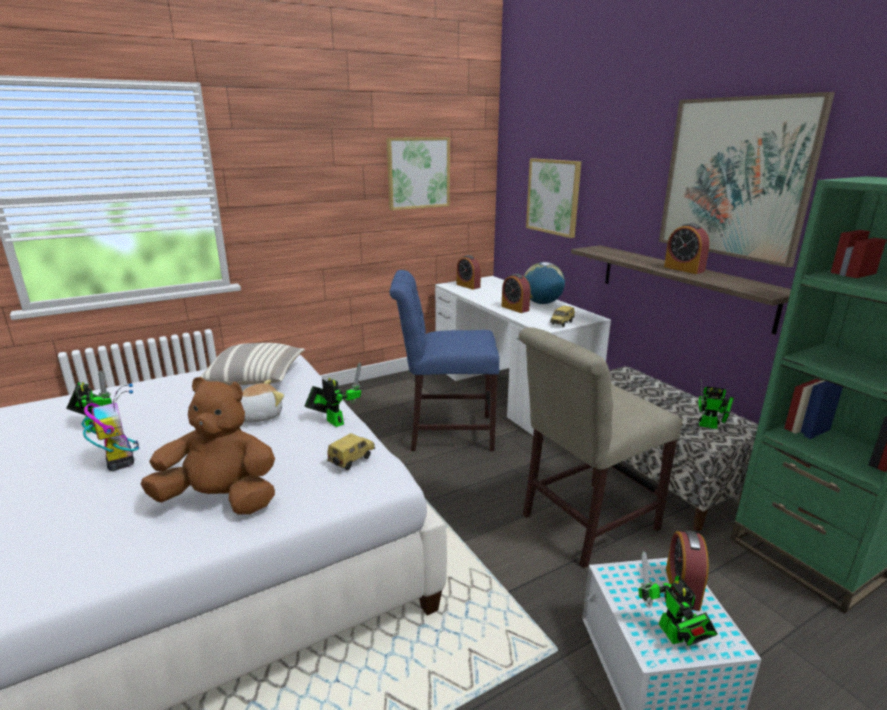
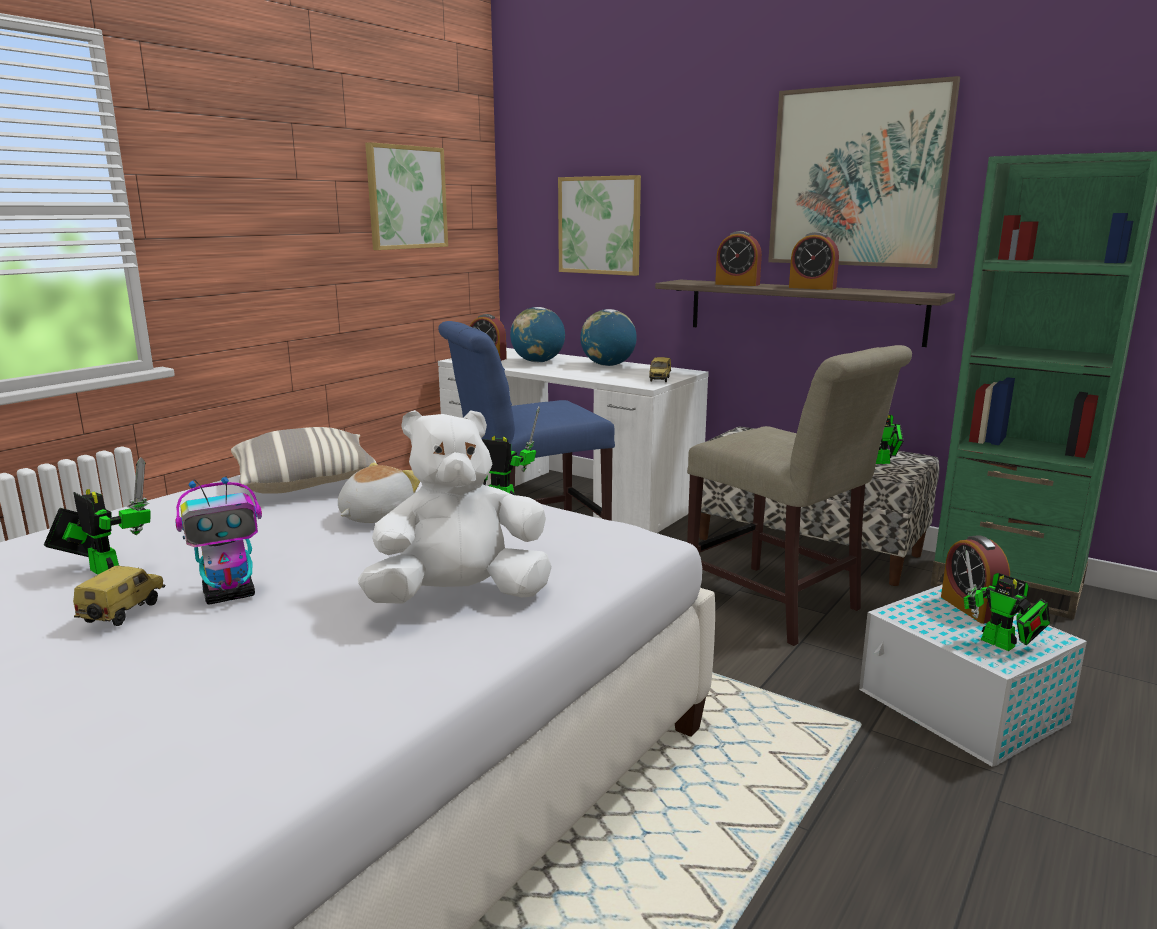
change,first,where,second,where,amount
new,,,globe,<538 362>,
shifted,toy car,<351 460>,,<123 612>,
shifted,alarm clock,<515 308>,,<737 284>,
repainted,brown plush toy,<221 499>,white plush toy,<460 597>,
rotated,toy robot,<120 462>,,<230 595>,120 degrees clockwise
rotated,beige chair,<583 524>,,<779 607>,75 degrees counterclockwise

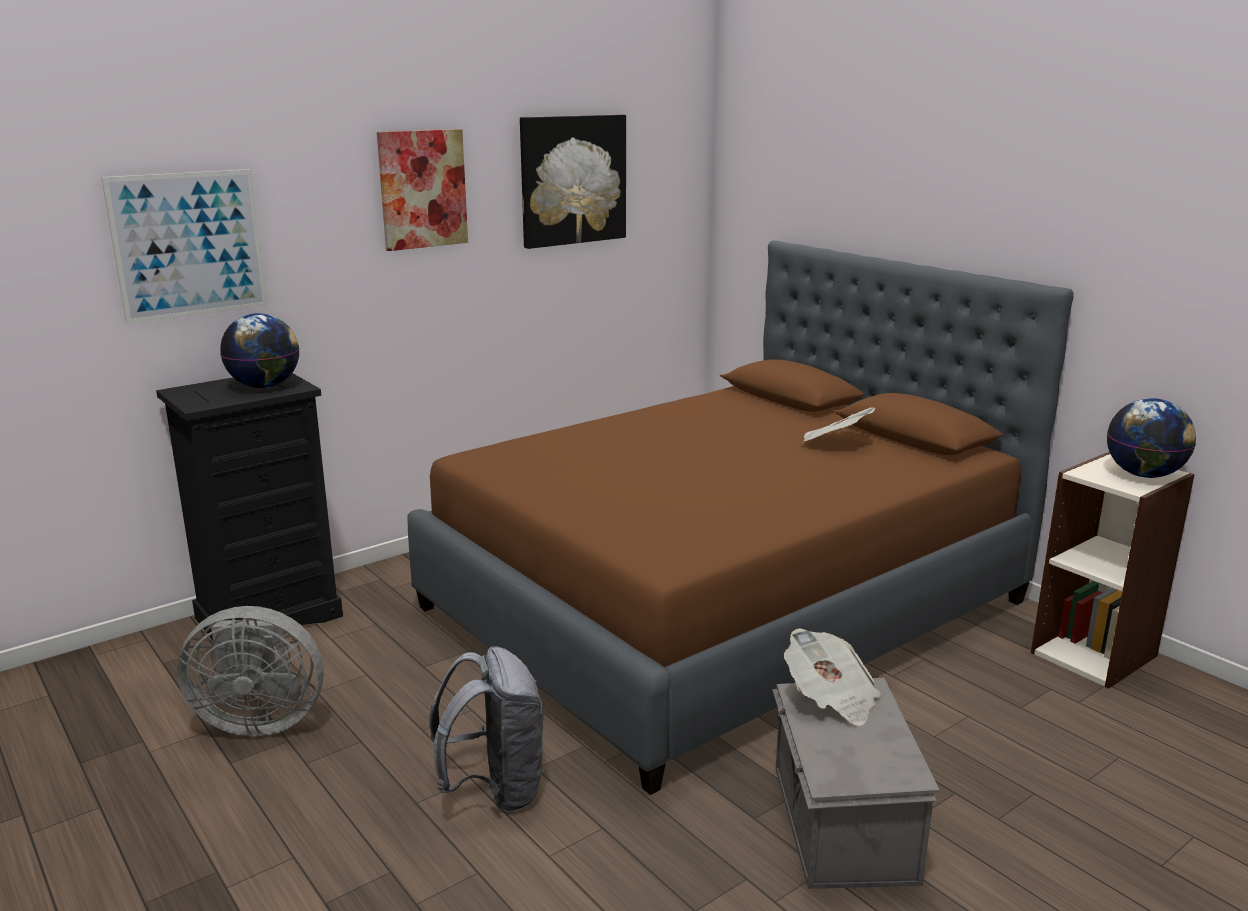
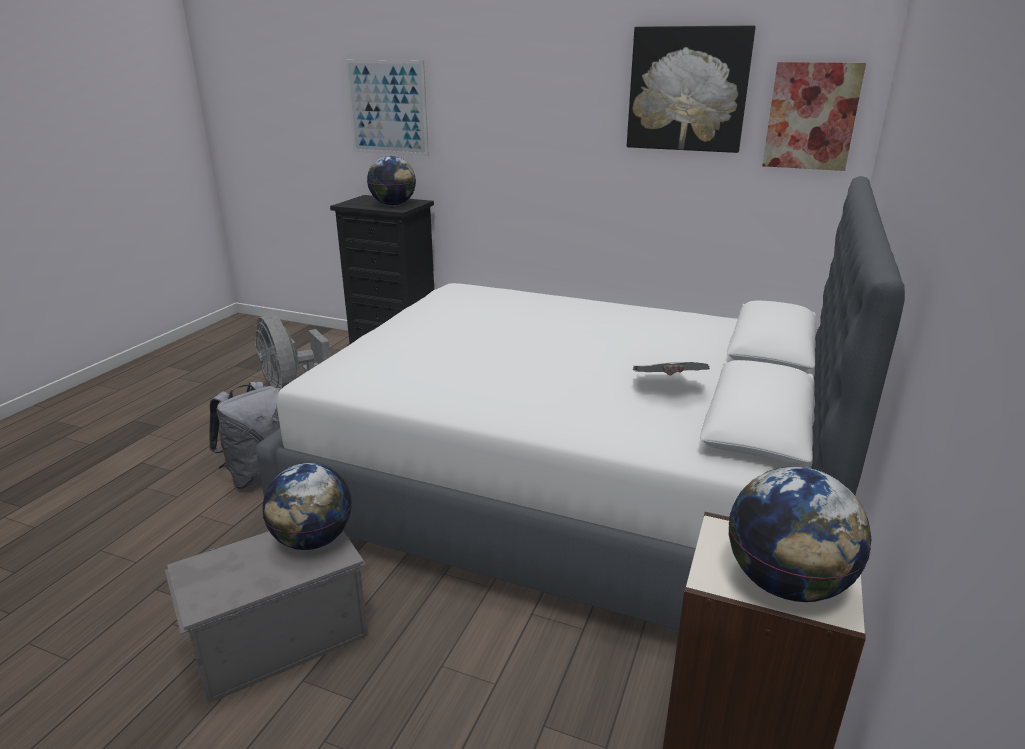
change,first,where,second,where,amount
shifted,picture,<422 189>,,<811 116>,
swapped,newspaper,<831 699>,globe,<312 540>,
repainted,brown bed,<724 604>,white bed,<568 489>,

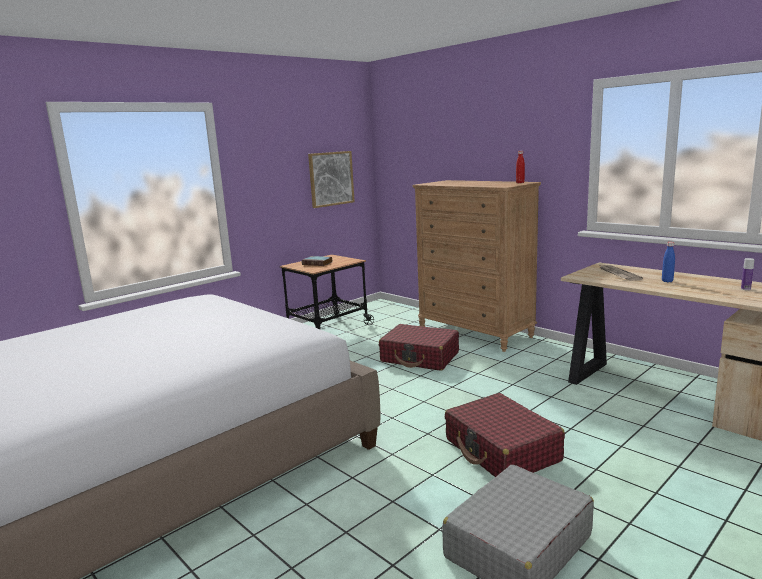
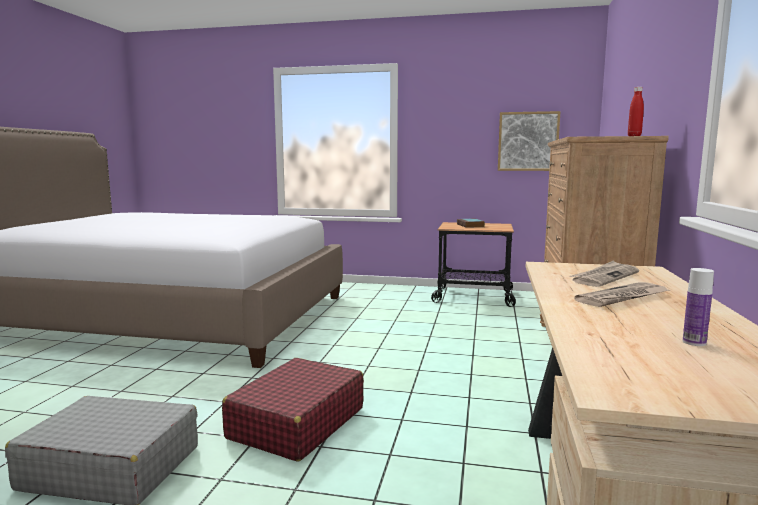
change,first,where,second,where,amount
gone,red suitcase,<420 357>,,,
swapped,blue bottle,<667 281>,newspaper,<623 298>,

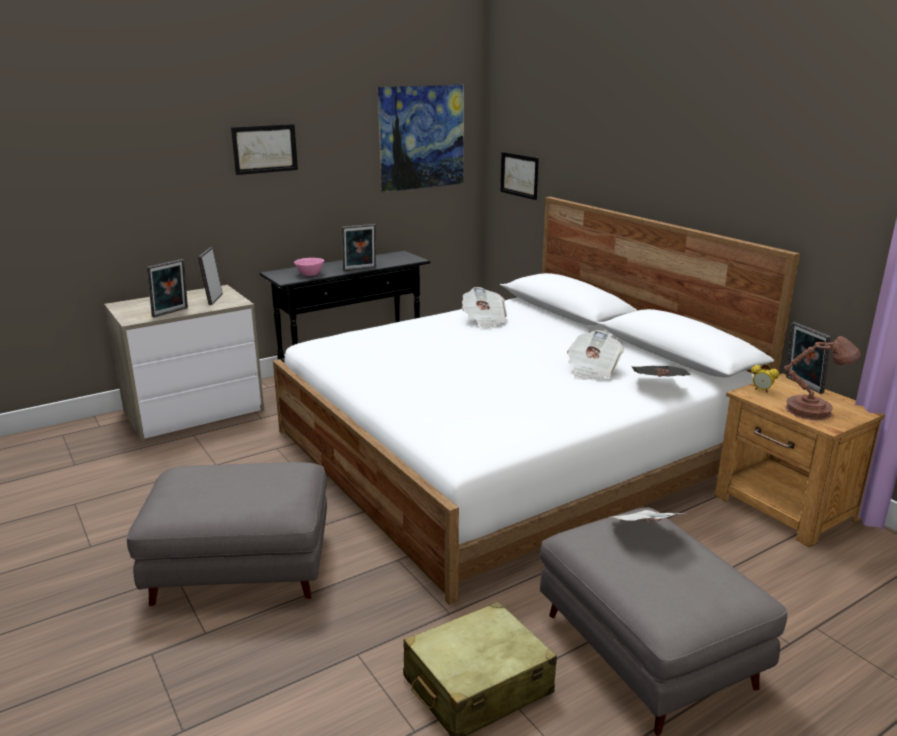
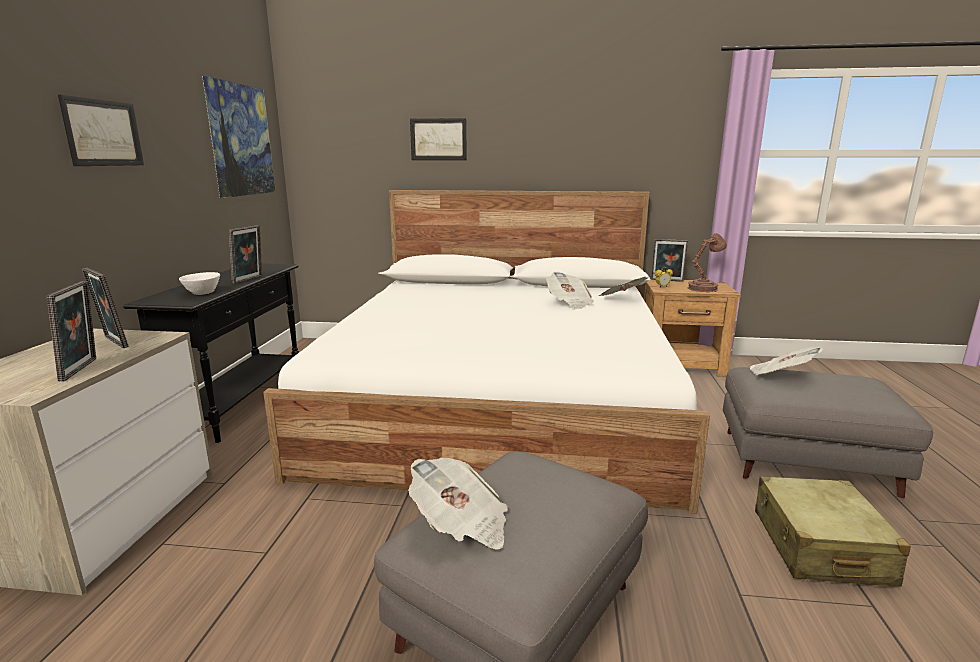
change,first,where,second,where,amount
shifted,newspaper,<484 320>,,<461 525>,
shifted,picture,<519 175>,,<438 139>,
repainted,pink bowl,<309 274>,white bowl,<201 293>,

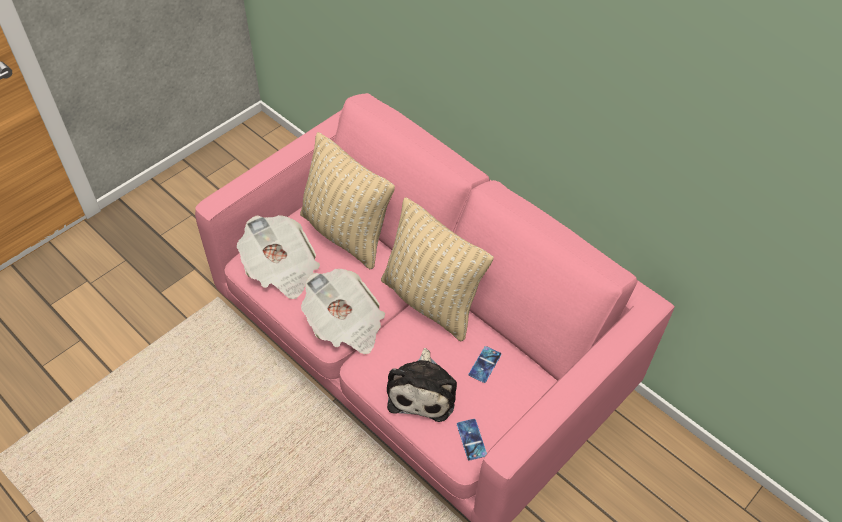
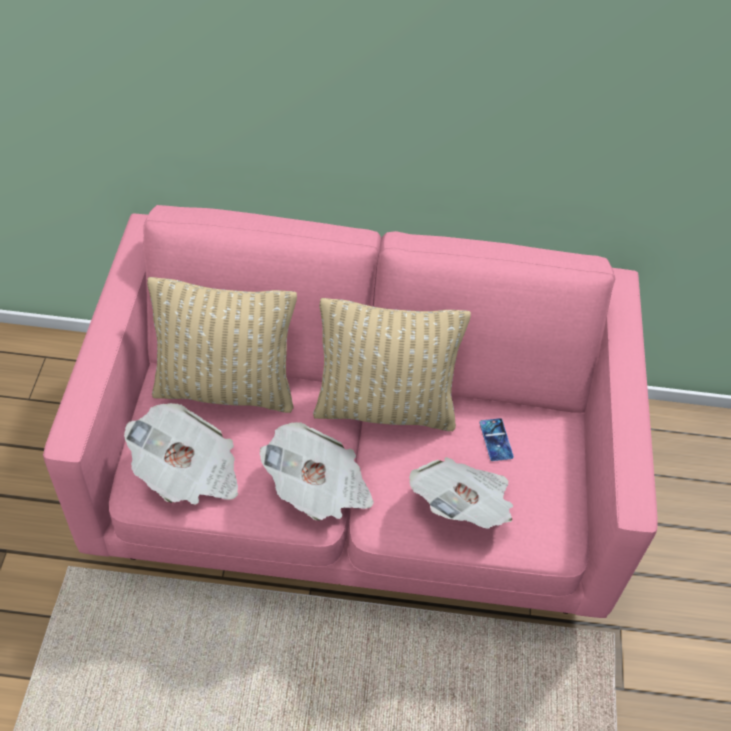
change,first,where,second,where,amount
gone,phone,<471 439>,,,
swapped,plush toy,<423 390>,newspaper,<462 506>,

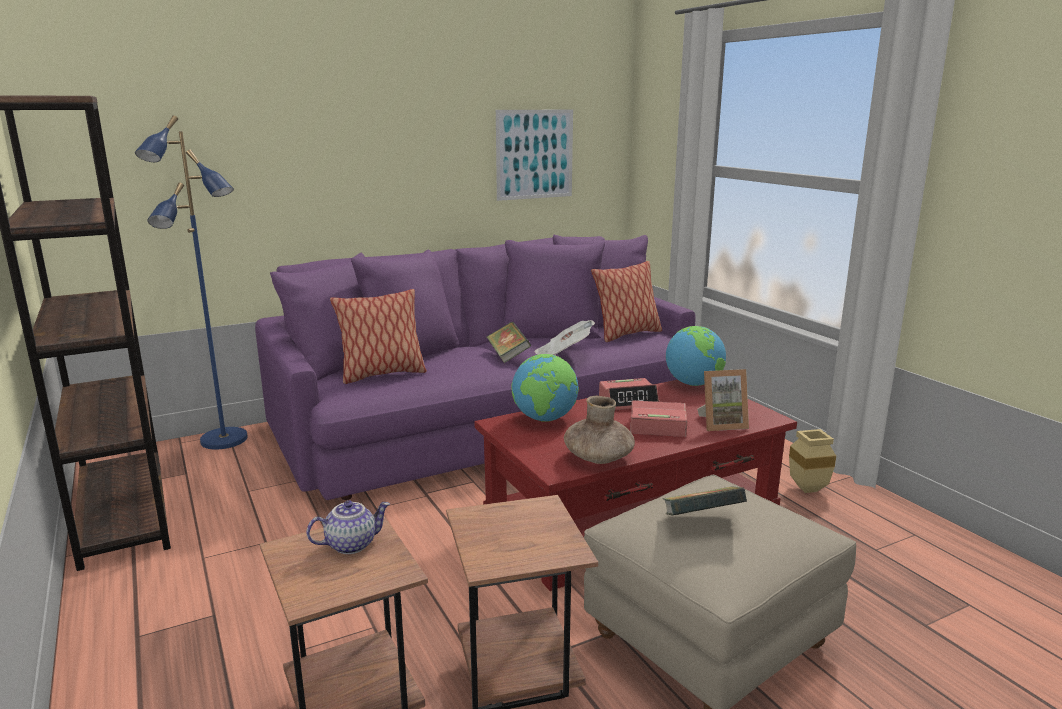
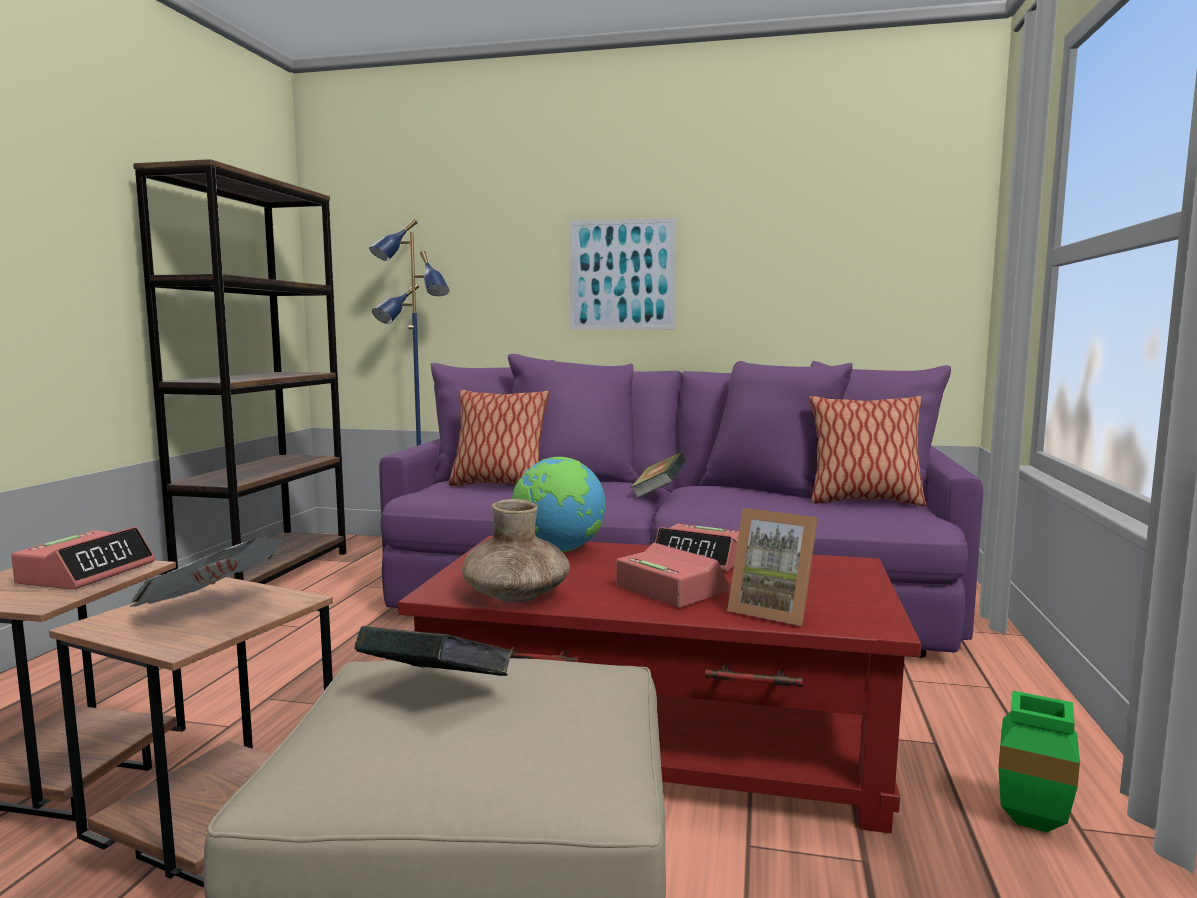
change,first,where,second,where,amount
gone,globe,<693 384>,,,
shifted,picture,<534 154>,,<621 275>,
shifted,newspaper,<563 354>,,<210 609>,
swapped,teapot,<351 544>,alarm clock,<87 573>,
repainted,beige vase,<808 488>,green vase,<1036 821>,

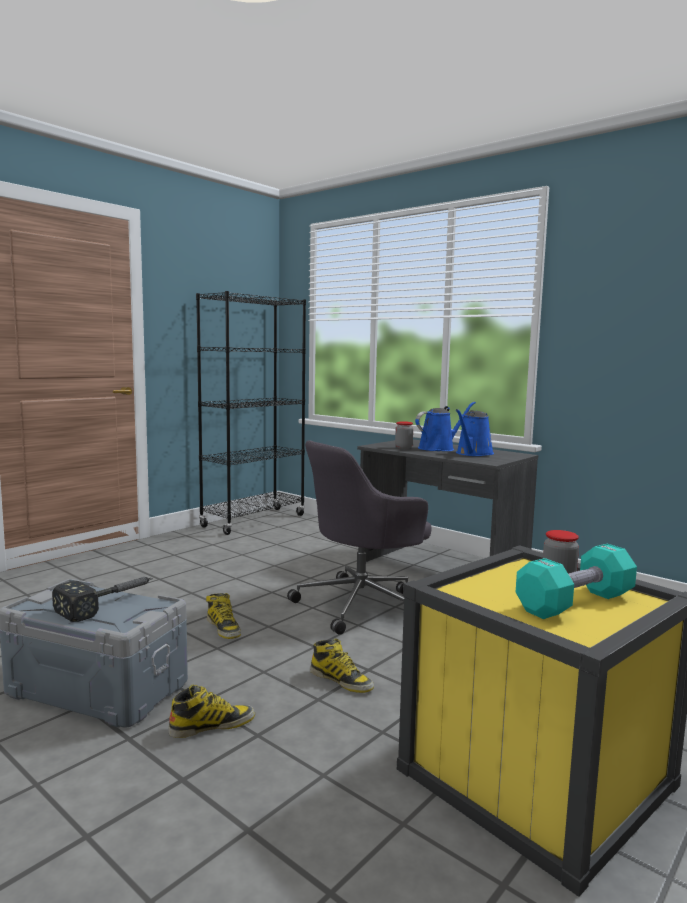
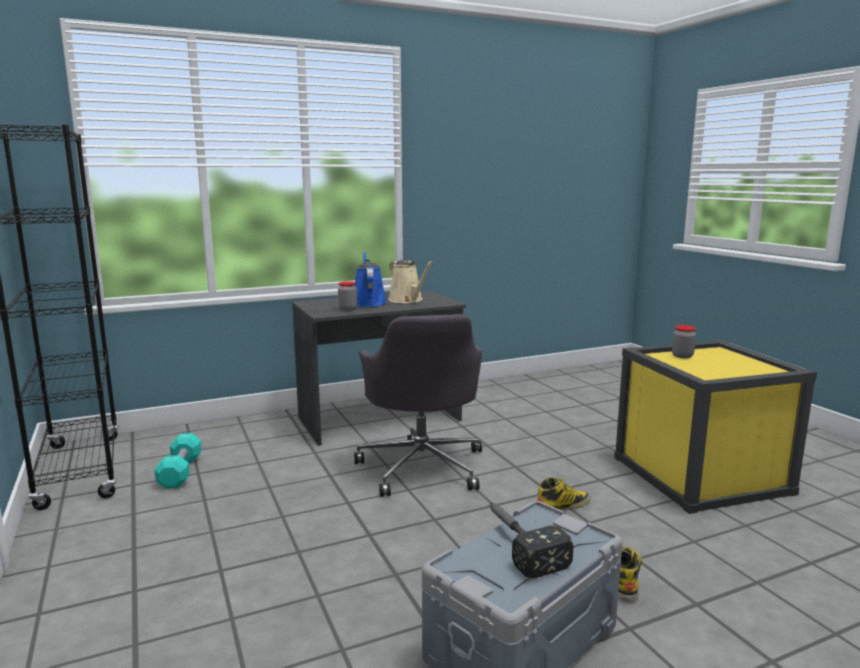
change,first,where,second,where,amount
gone,boot,<224 628>,,,
shifted,turquoise dumbbell,<575 603>,,<180 472>,
repainted,blue watering can,<473 454>,beige watering can,<407 300>,

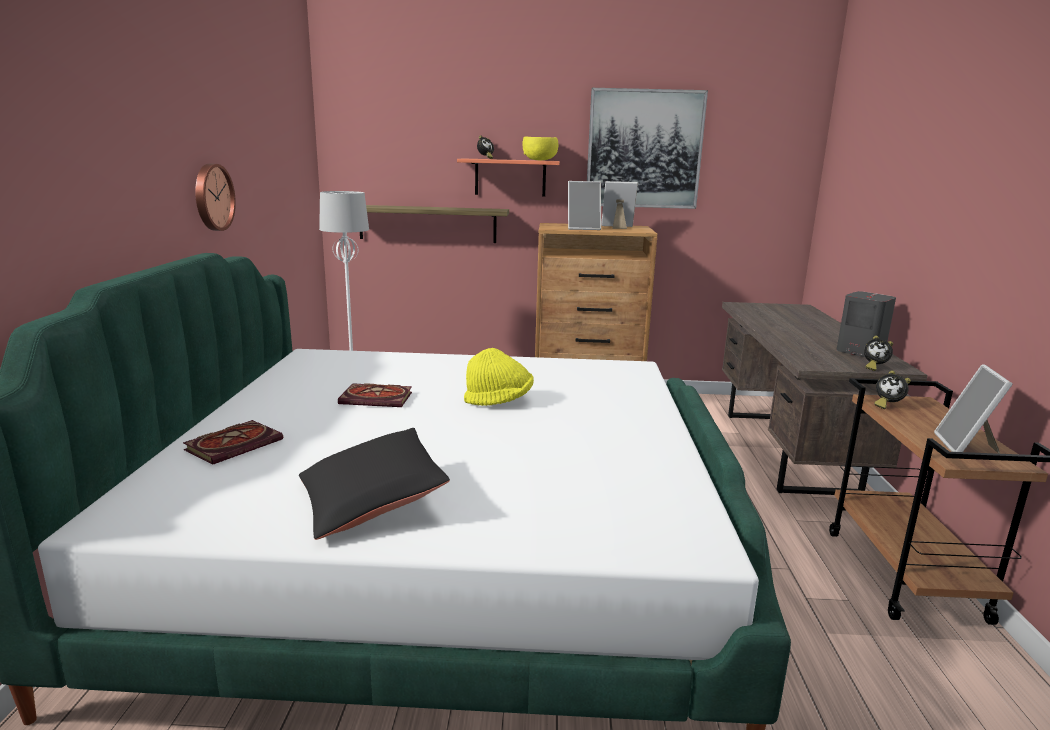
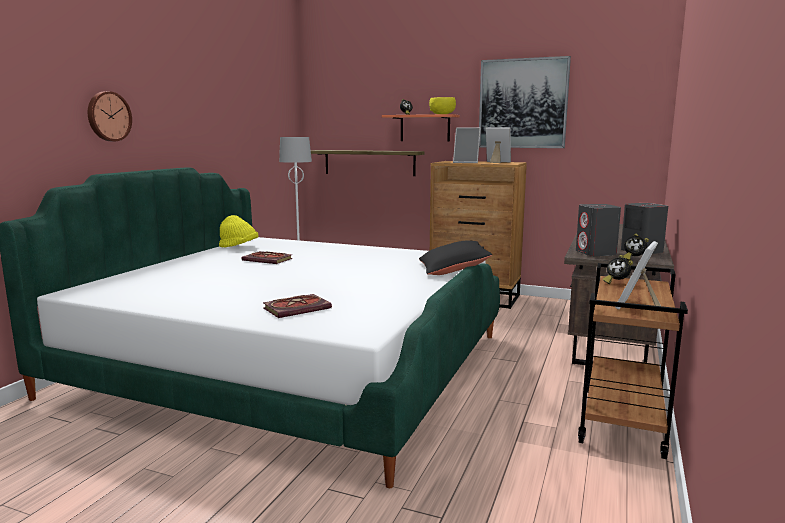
change,first,where,second,where,amount
new,,,grey speaker,<596 253>,
shifted,book,<235 444>,,<298 308>,
shifted,wall clock,<212 197>,,<108 116>,
shifted,black pillow,<371 502>,,<453 270>,
shifted,yellow hat,<499 401>,,<239 247>,

